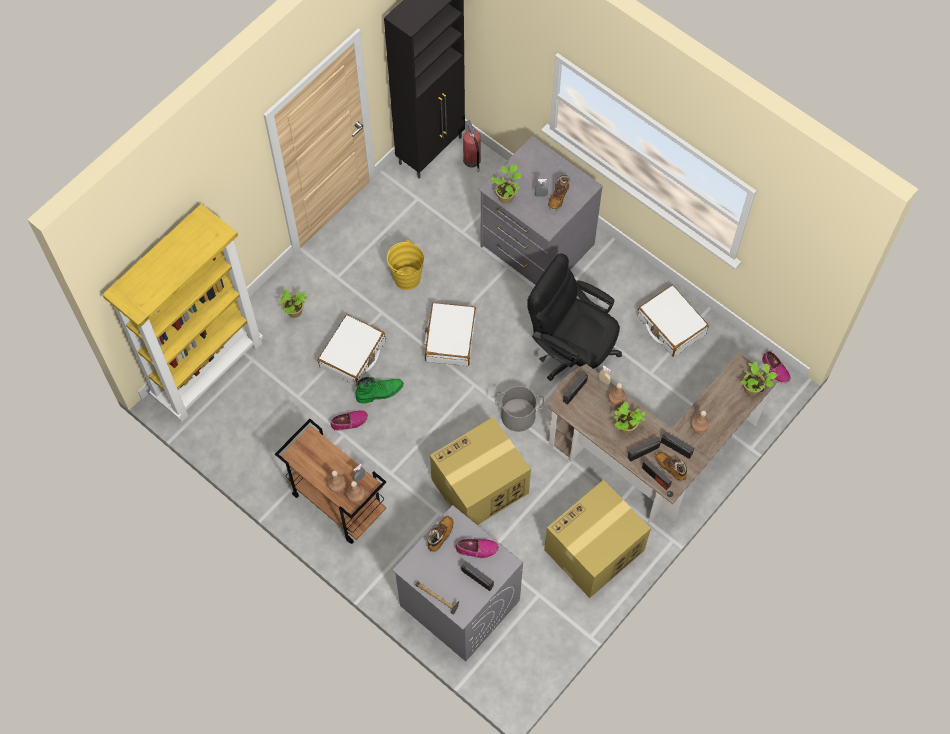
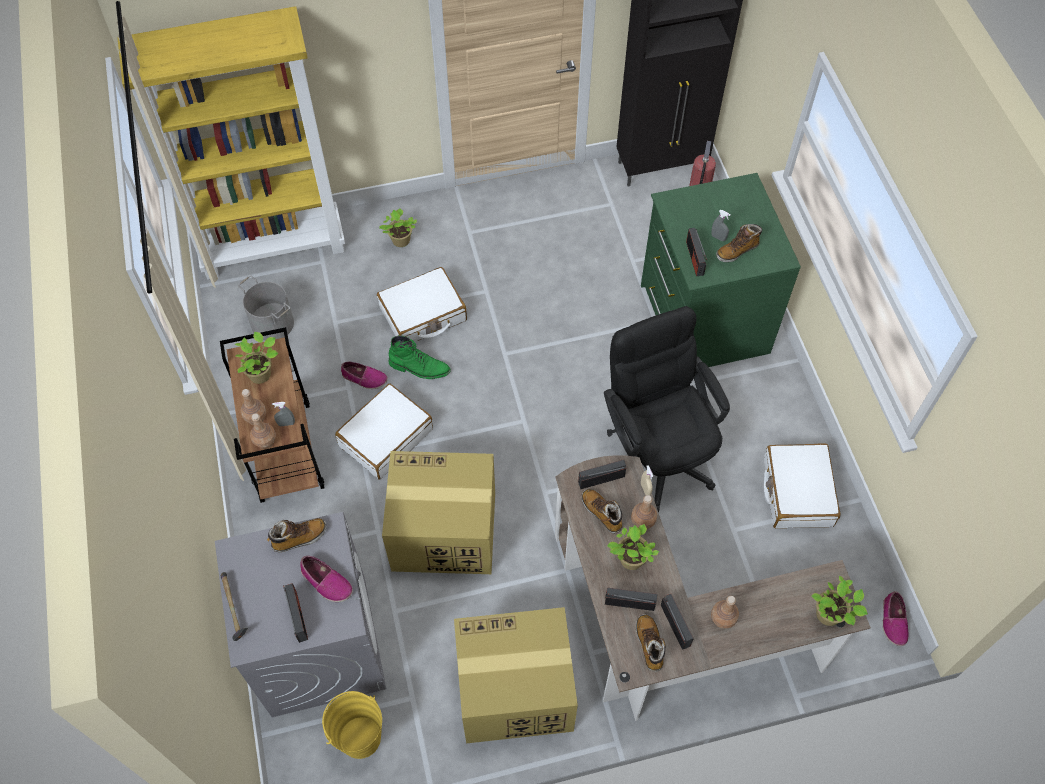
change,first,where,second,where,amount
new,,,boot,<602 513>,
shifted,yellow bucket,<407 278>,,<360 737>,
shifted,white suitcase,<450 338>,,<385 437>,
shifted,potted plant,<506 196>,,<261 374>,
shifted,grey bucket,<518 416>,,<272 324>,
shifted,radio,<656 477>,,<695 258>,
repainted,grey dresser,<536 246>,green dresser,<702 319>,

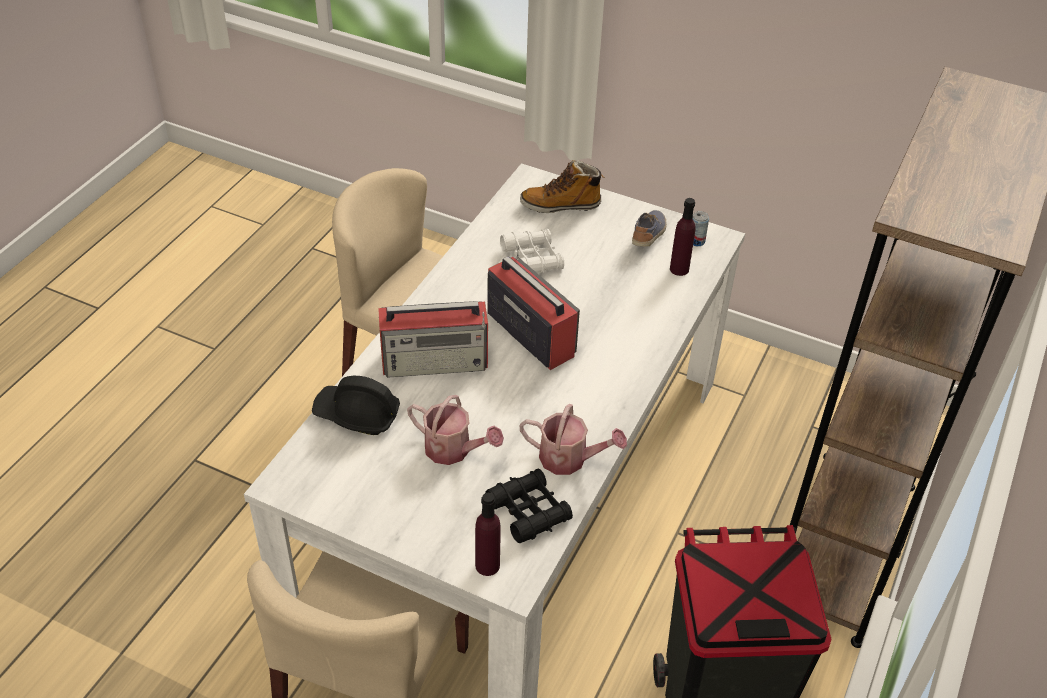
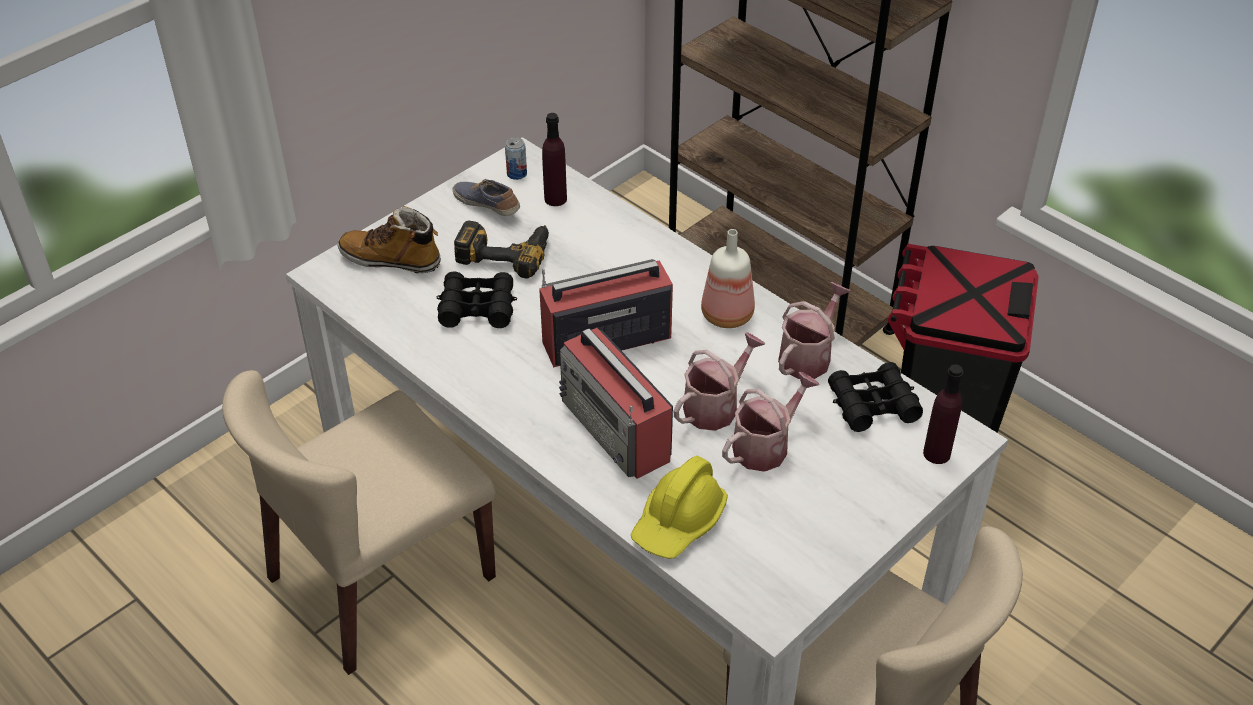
change,first,where,second,where,amount
new,,,power drill,<505 252>,
new,,,watering can,<715 406>,
new,,,bottle,<726 314>,
repainted,black hard hat,<357 414>,yellow hard hat,<679 521>,
repainted,white binoculars,<532 259>,black binoculars,<477 308>,
rotated,radio,<436 361>,,<616 430>,135 degrees clockwise
rotated,boot,<561 205>,,<391 259>,90 degrees clockwise

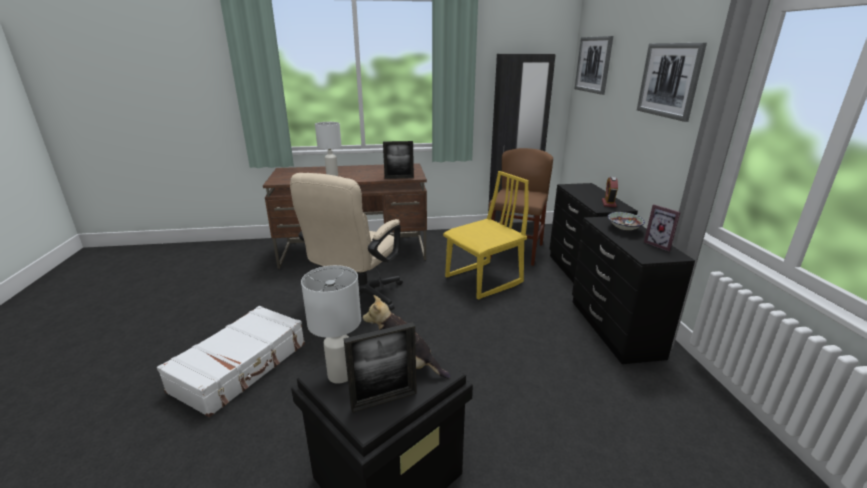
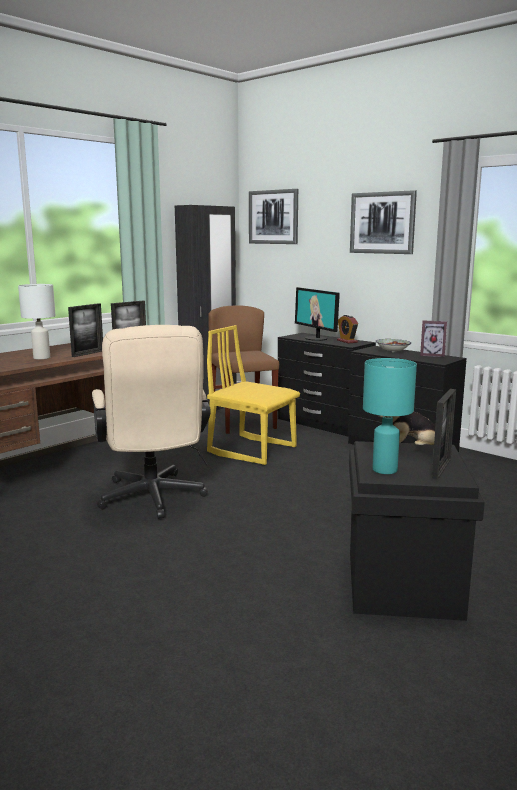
change,first,where,second,where,amount
gone,white suitcase,<241 367>,,,
new,,,picture frame,<88 353>,
new,,,monitor,<316 338>,
repainted,white table lamp,<339 375>,turquoise table lamp,<384 470>,
rotated,yellow chair,<484 280>,,<252 450>,75 degrees counterclockwise

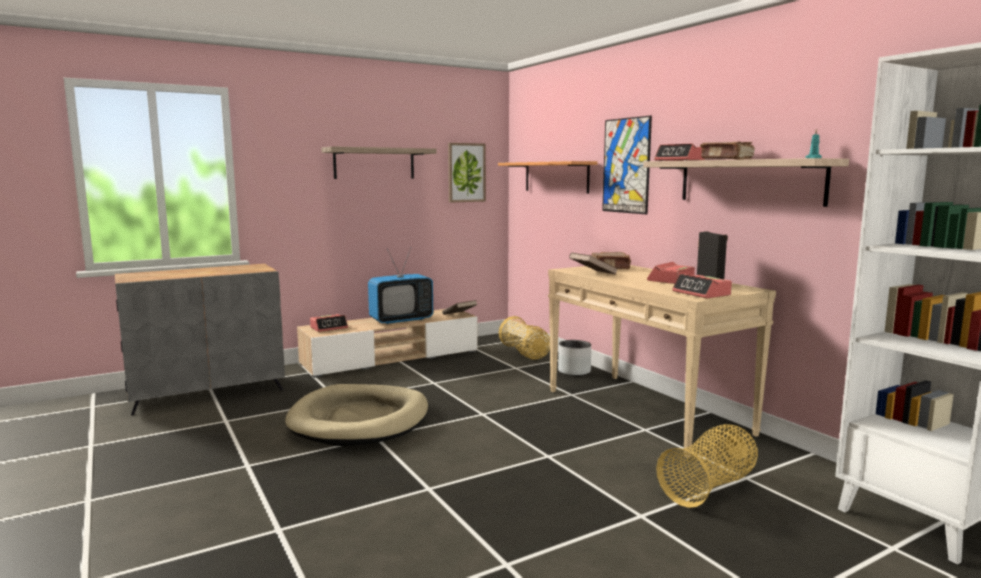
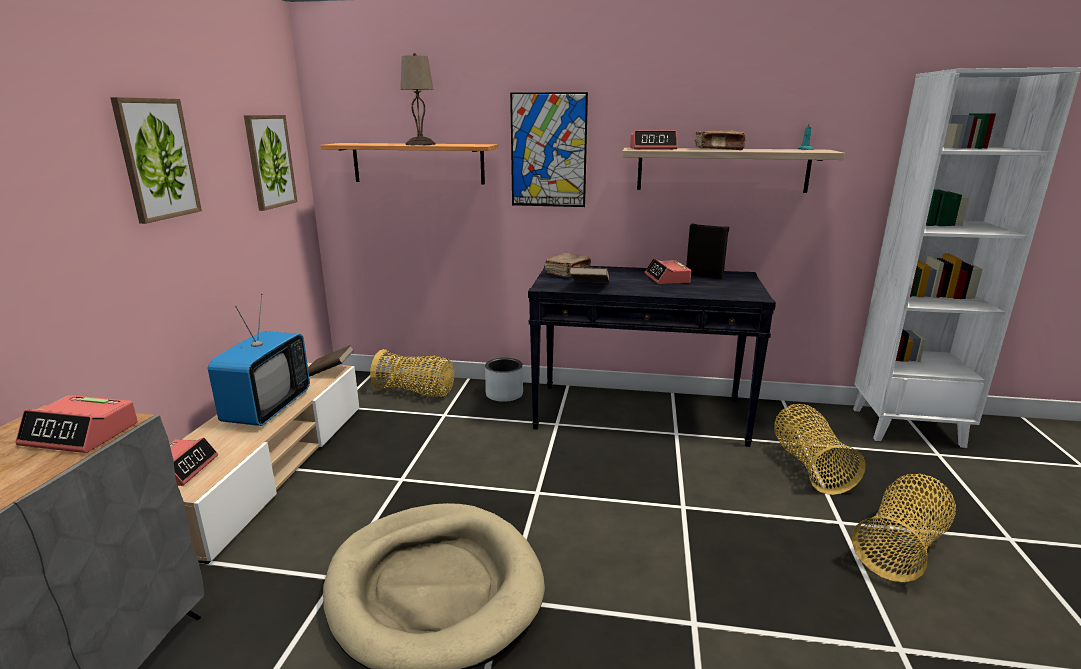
change,first,where,second,where,amount
new,,,beige table lamp,<421 144>,
new,,,basket,<901 547>,
shifted,alarm clock,<701 293>,,<81 434>,
swapped,shelf,<374 163>,picture,<157 159>,
repainted,beige console table,<646 411>,black console table,<640 414>,

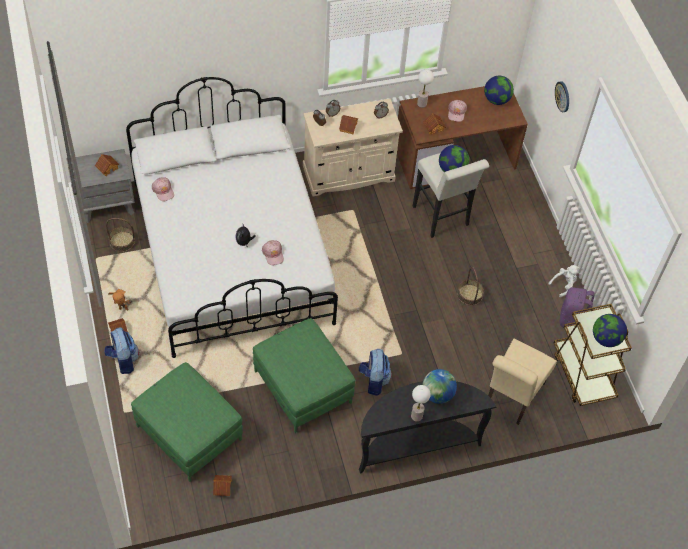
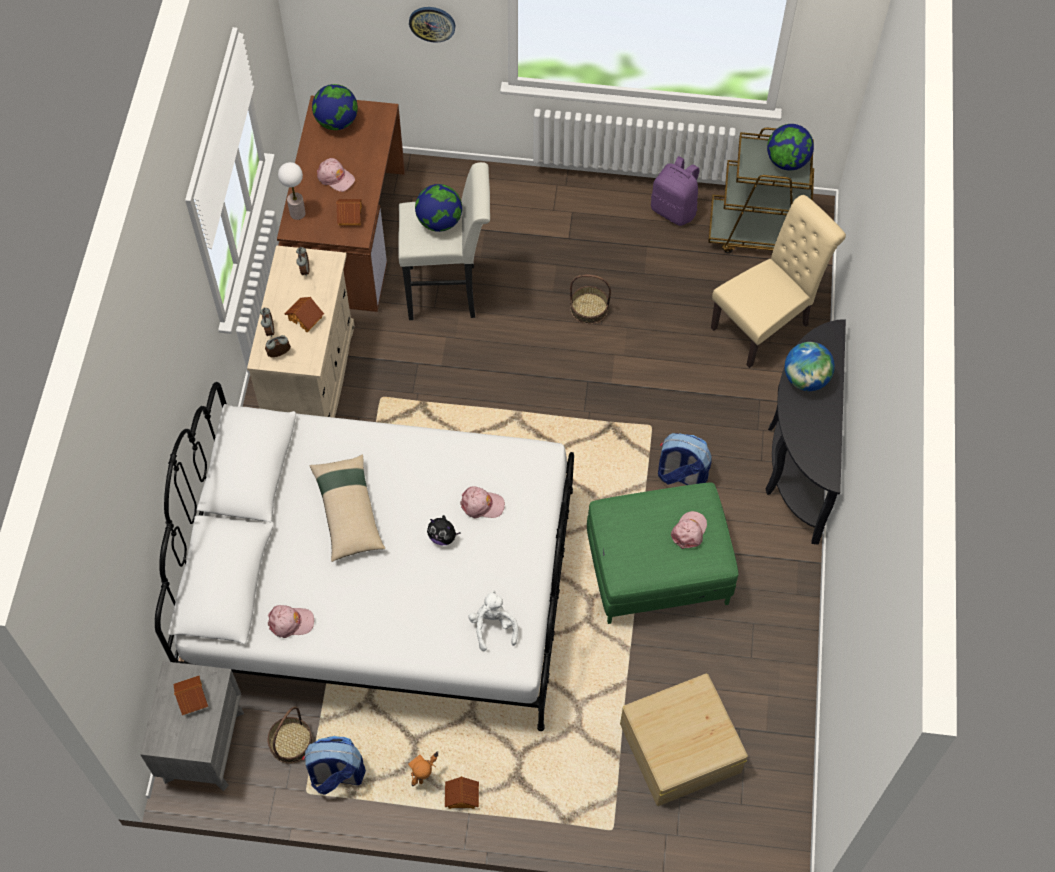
change,first,where,second,where,amount
gone,toy house,<222 487>,,,
gone,table lamp,<416 416>,,,
new,,,beige pillow,<348 511>,
new,,,pink cap,<689 531>,
shifted,backpack,<123 360>,,<336 775>,
shifted,white plush toy,<564 285>,,<493 626>,
swapped,green ottoman,<188 432>,beige storage box,<679 747>,
rotated,beige chair,<512 397>,,<765 324>,90 degrees counterclockwise

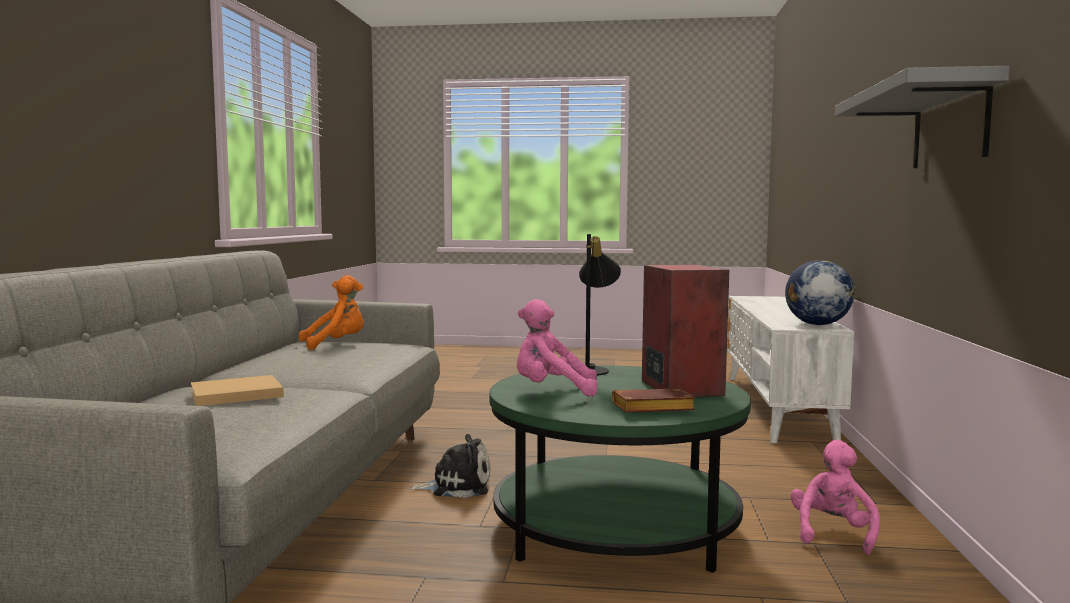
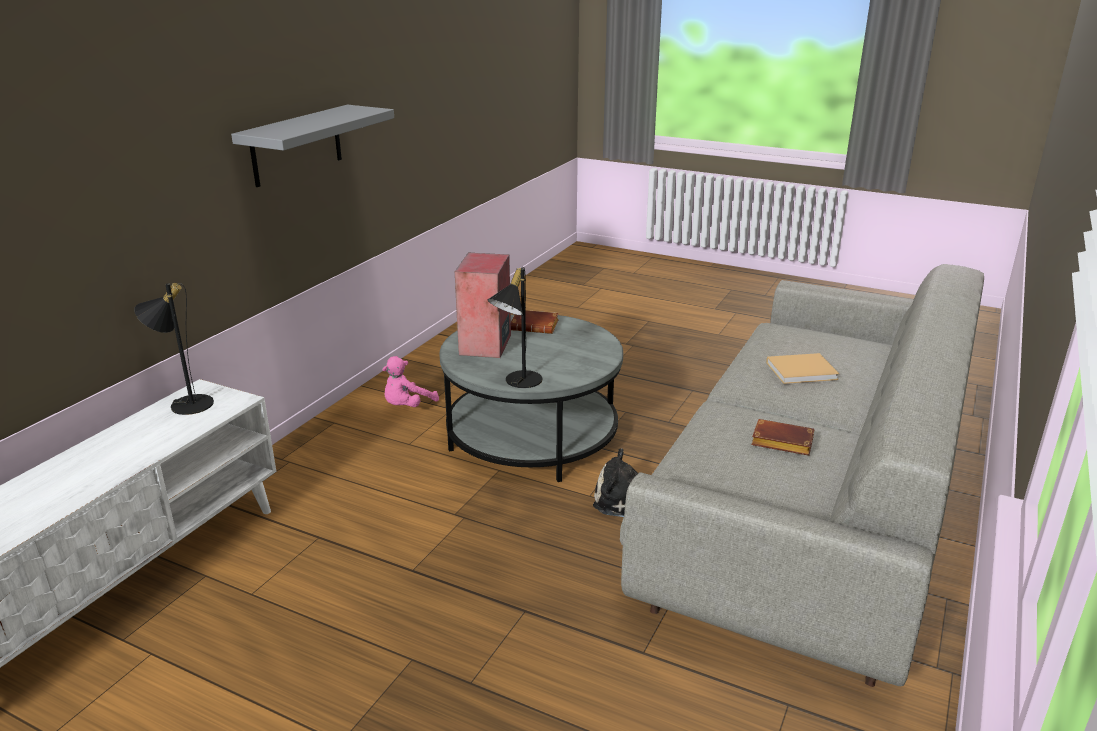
change,first,where,second,where,amount
gone,orange plush toy,<336 344>,,,
gone,pink plush toy,<552 392>,,,
new,,,brown book,<780 443>,
swapped,globe,<817 324>,black table lamp,<185 403>,
repainted,green coffee table,<615 526>,grey coffee table,<532 436>,

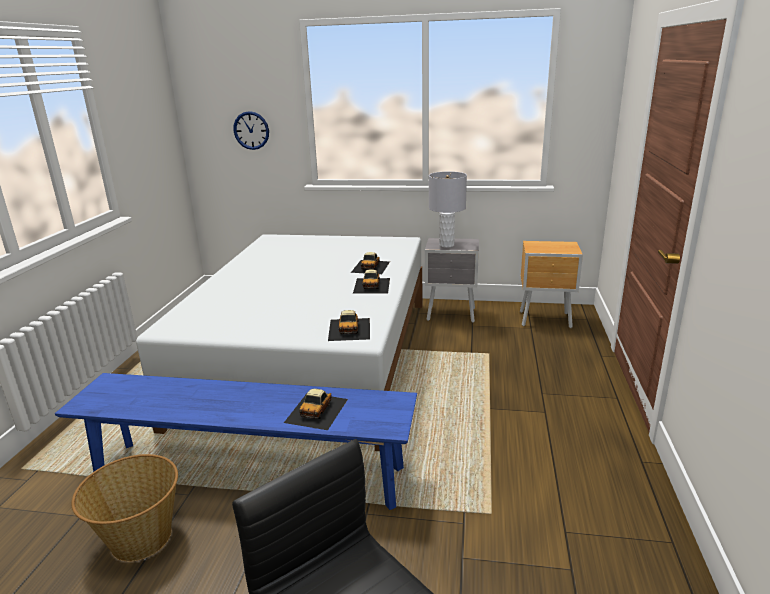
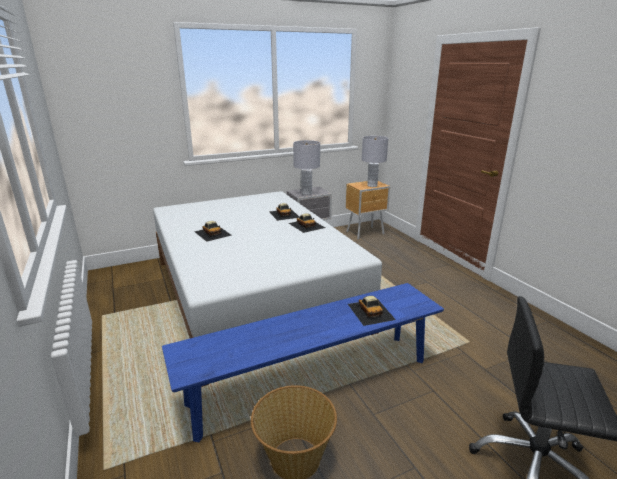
change,first,where,second,where,amount
gone,wall clock,<251 130>,,,
new,,,grey table lamp,<372 185>,
shifted,toy car,<349 329>,,<212 233>,

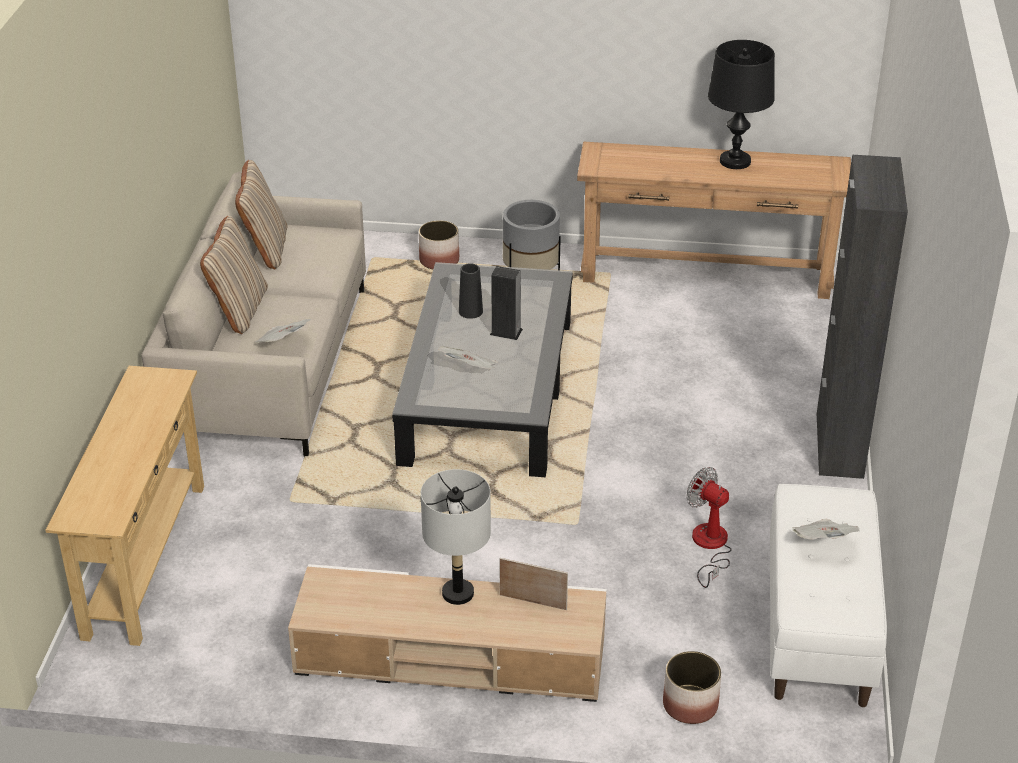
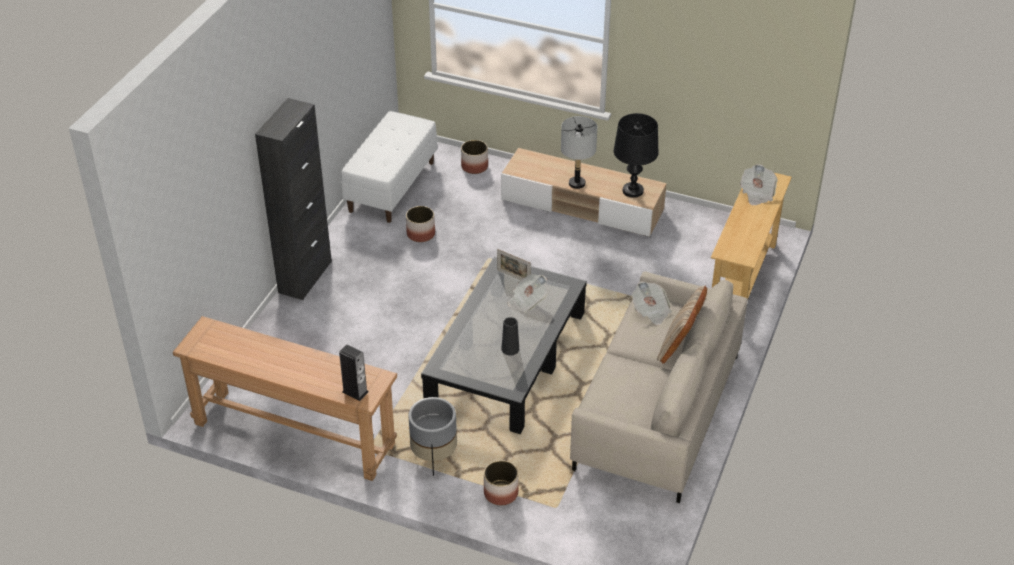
change,first,where,second,where,amount
gone,beige pillow,<265 249>,,,
shifted,speaker,<506 332>,,<355 392>,
shifted,picture frame,<533 602>,,<513 277>,
shifted,black table lamp,<735 161>,,<633 191>,
shifted,newspaper,<823 543>,,<757 194>,
swapped,fan,<709 546>,planter,<421 234>,

